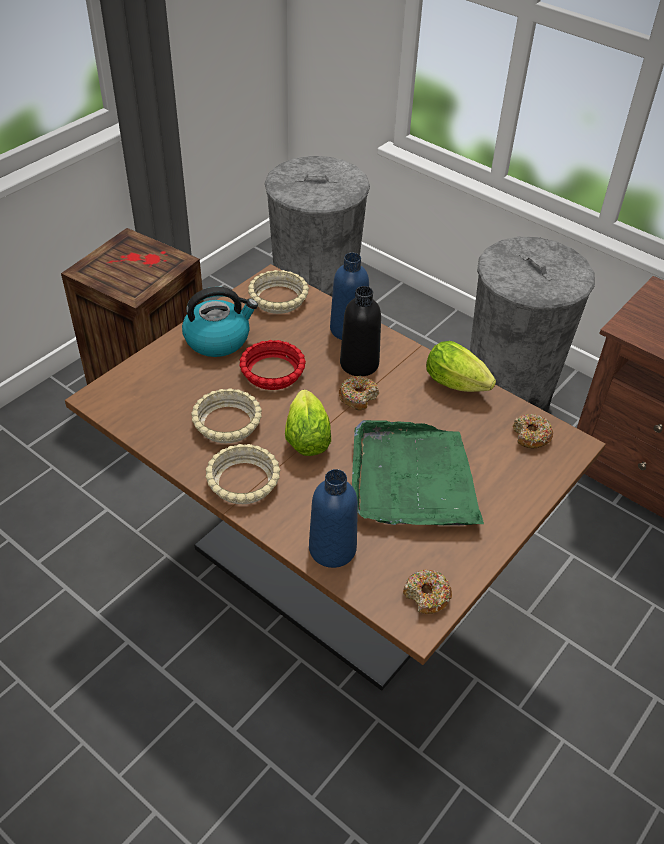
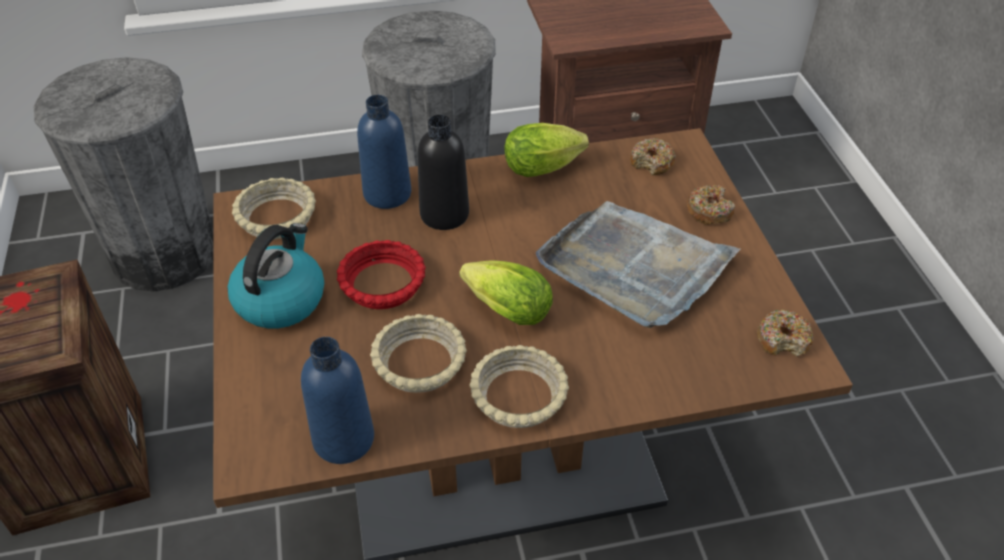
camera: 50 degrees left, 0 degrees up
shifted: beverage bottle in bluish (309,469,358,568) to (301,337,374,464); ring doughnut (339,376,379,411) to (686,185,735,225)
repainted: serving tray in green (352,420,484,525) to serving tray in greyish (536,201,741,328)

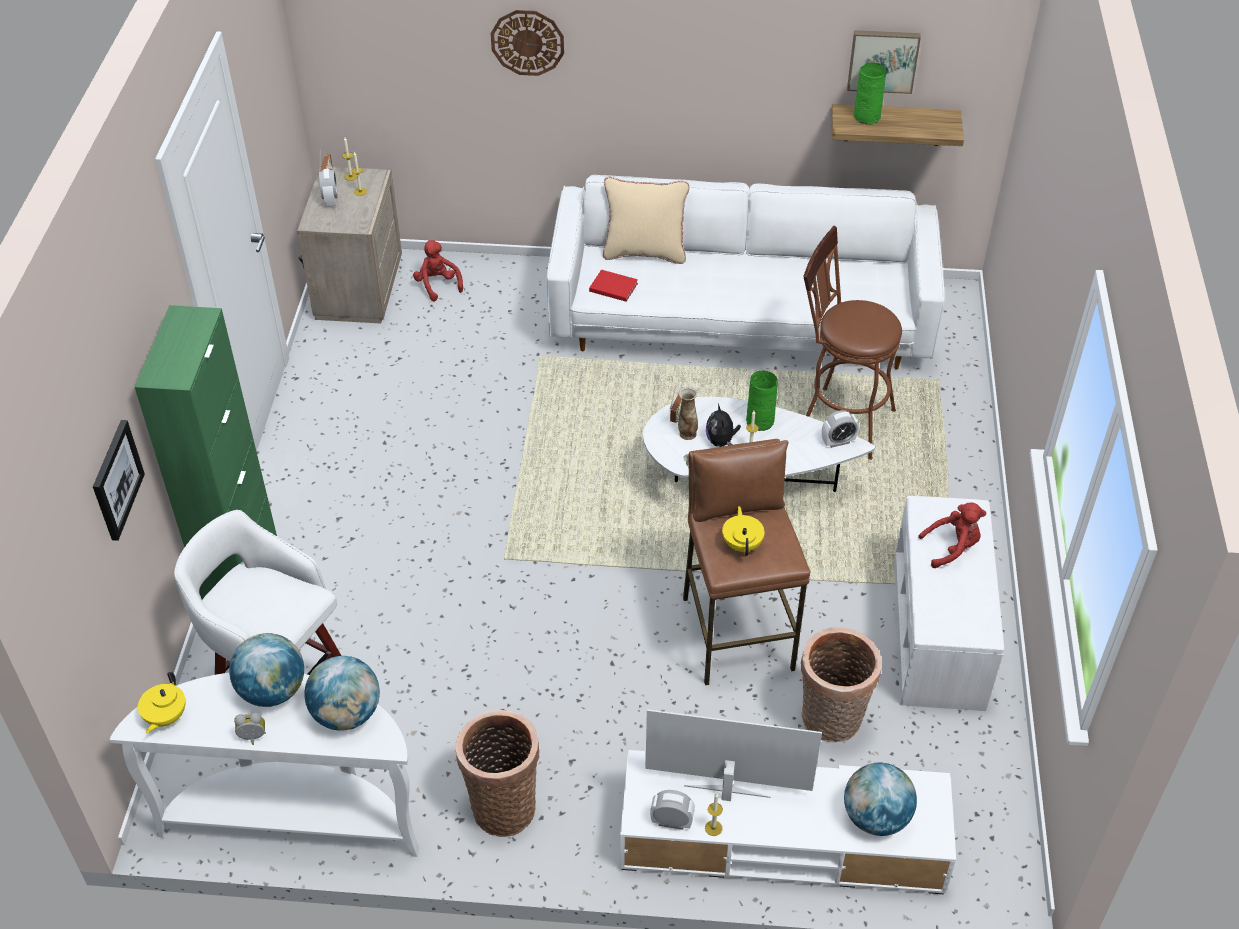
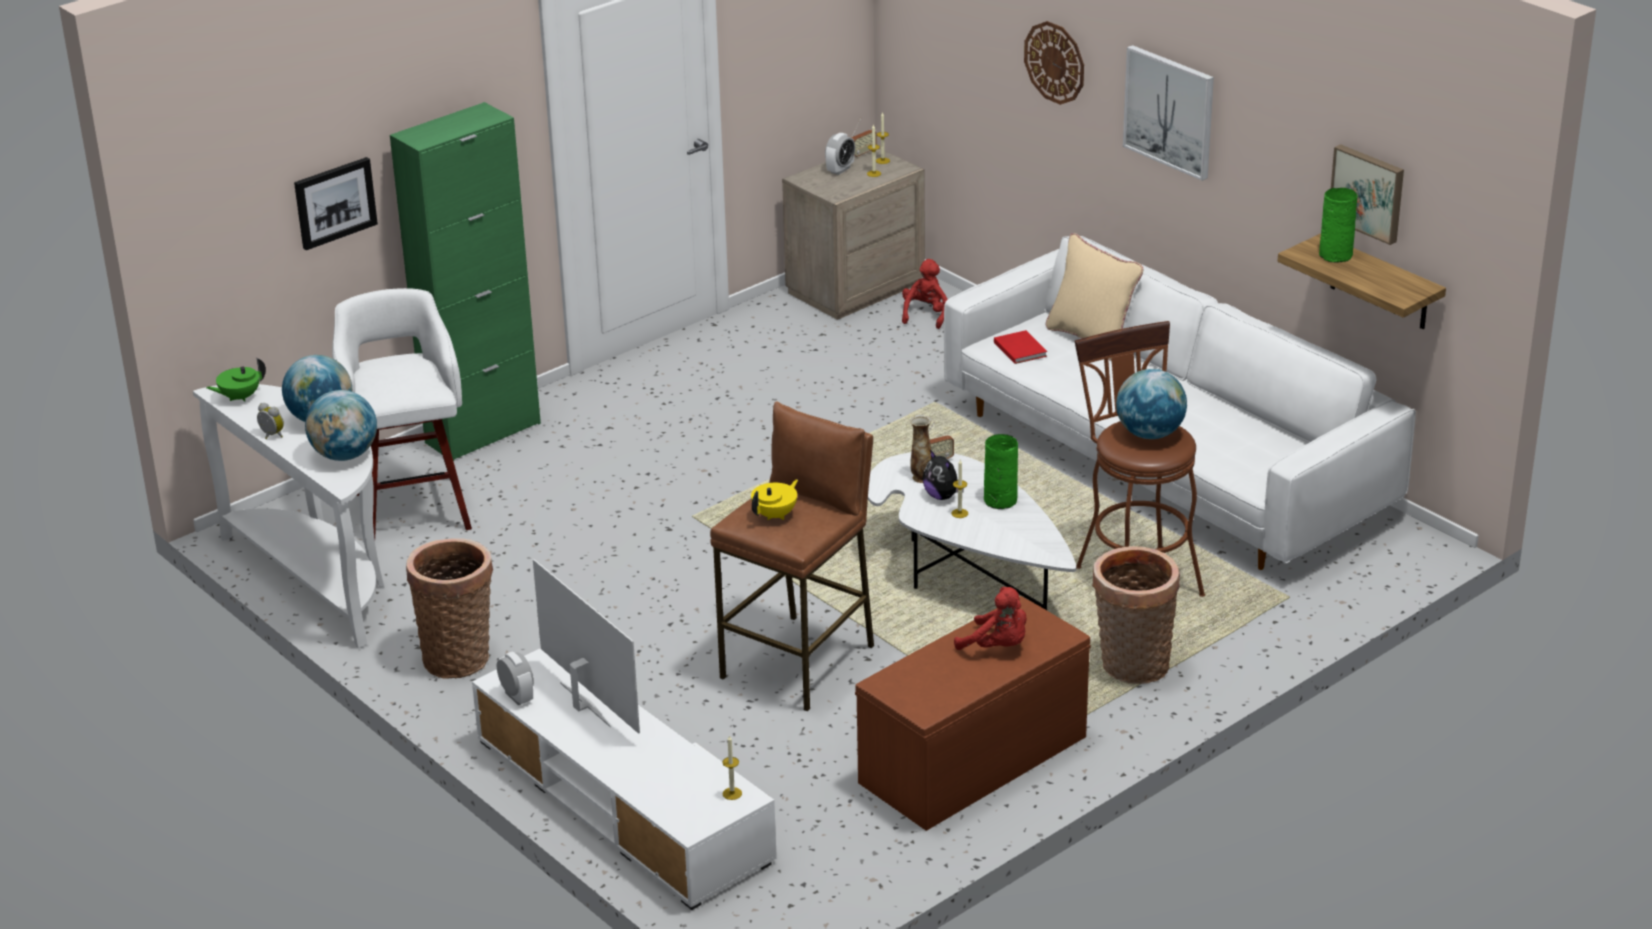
camera: 45 degrees right, 15 degrees down
gone: table clock (822,410,859,448)
new: wall art (1123,45,1214,181)
shifted: wax candle (705,793,723,836) to (722,735,742,800); basket (801,628,882,742) to (1092,546,1180,684); world globe (844,762,917,836) to (1116,369,1187,439)
repainted: teapot in yellowish (138,672,185,733) to teapot in green (206,358,266,402); indoor bench in white (894,496,1004,711) to indoor bench in brown-coloured (855,596,1091,831)
rotated: cuddly toy (706,404,741,447) = (923,450,964,500) 75 degrees counterclockwise

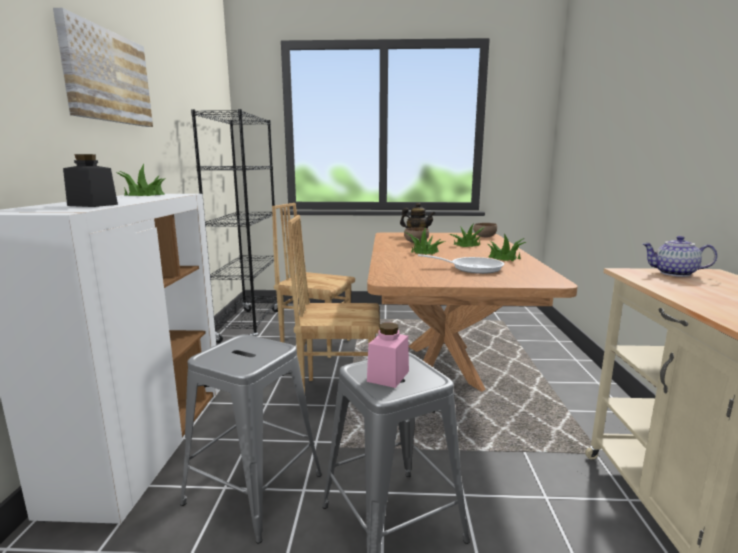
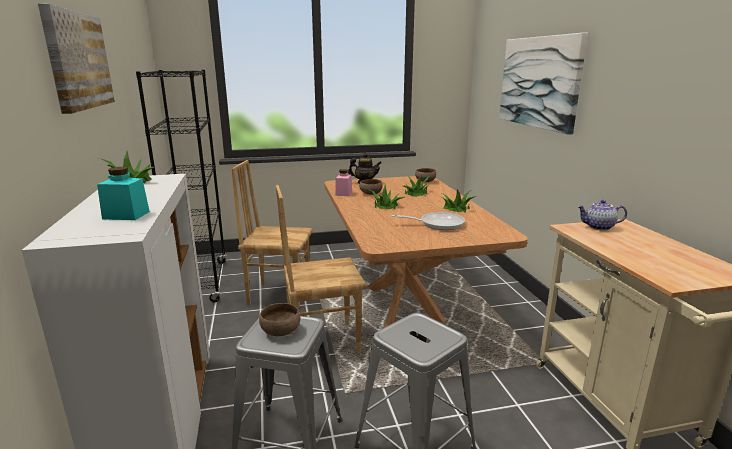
camera: 15 degrees left, 5 degrees up
new: serving bowl in brown-coloured (259,303,300,336); wall art (499,33,588,135)
shifted: preserve jar in pink-coloured (367,323,409,388) to (335,169,352,196)
repainted: preserve jar in blackish (63,154,118,207) to preserve jar in turquoise (97,167,150,220)

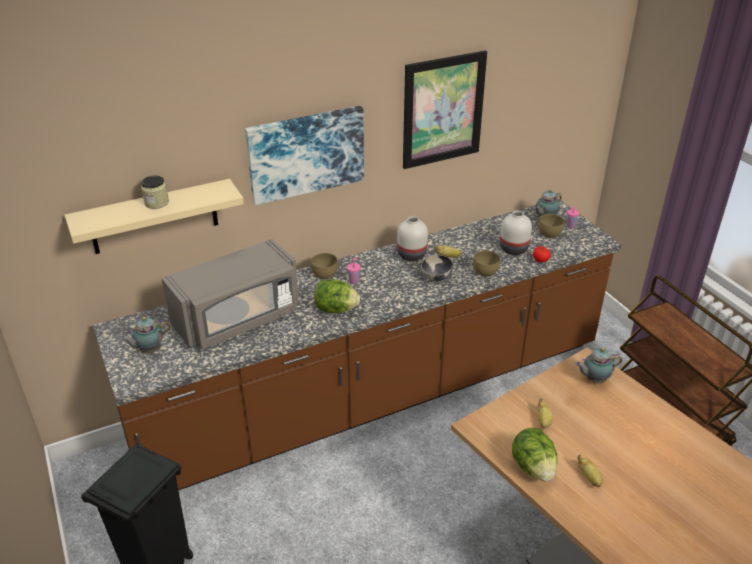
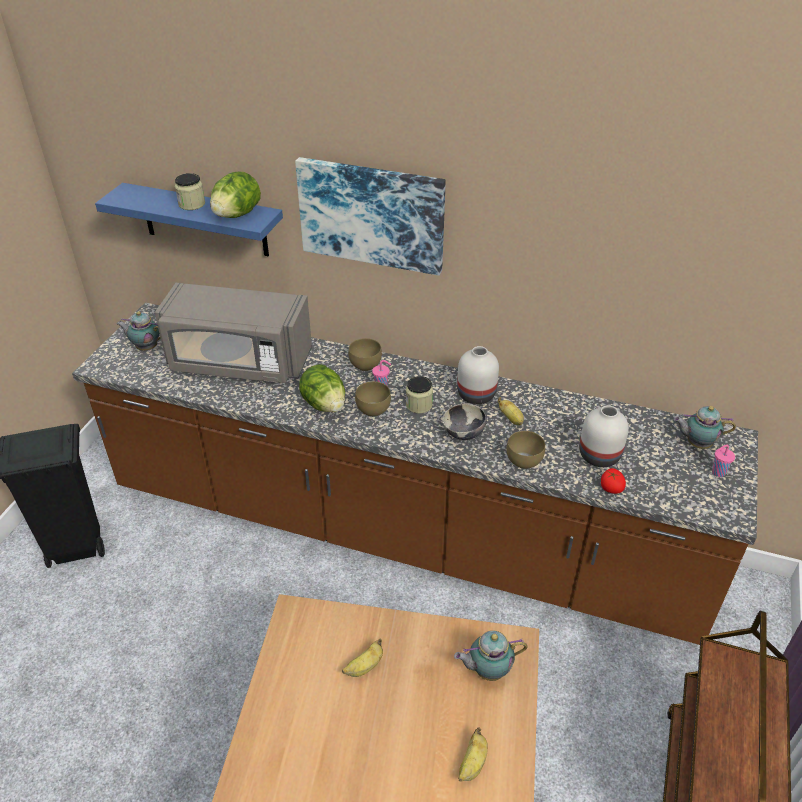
camera: 45 degrees right, 5 degrees up
gone: wall art (403,51,487,169)
new: preserve jar (406,376,433,413)
shifted: lettuce (512,428,558,481) to (210,172,261,218); serving bowl in brown-coloured (538,214,564,238) to (355,381,391,417); whole banana (578,455,603,487) to (458,727,488,782)
repainted: bracket shelf in beige-coloured (65,179,244,254) to bracket shelf in bluish (95,183,283,256)
rotated: teapot (575,348,622,384) = (454,630,527,681) 45 degrees counterclockwise

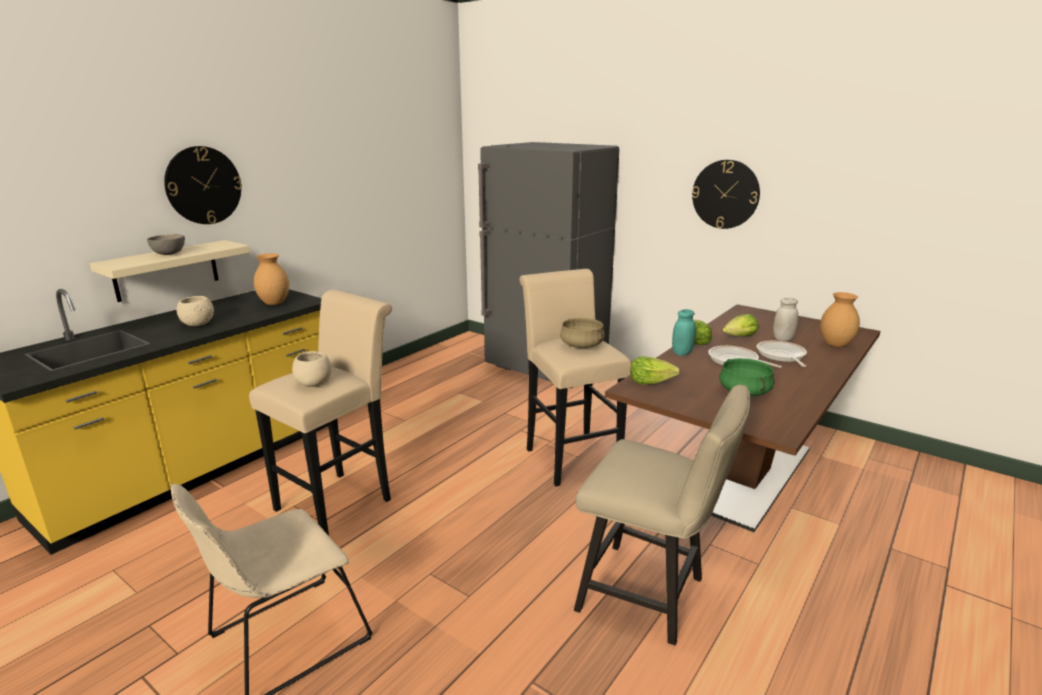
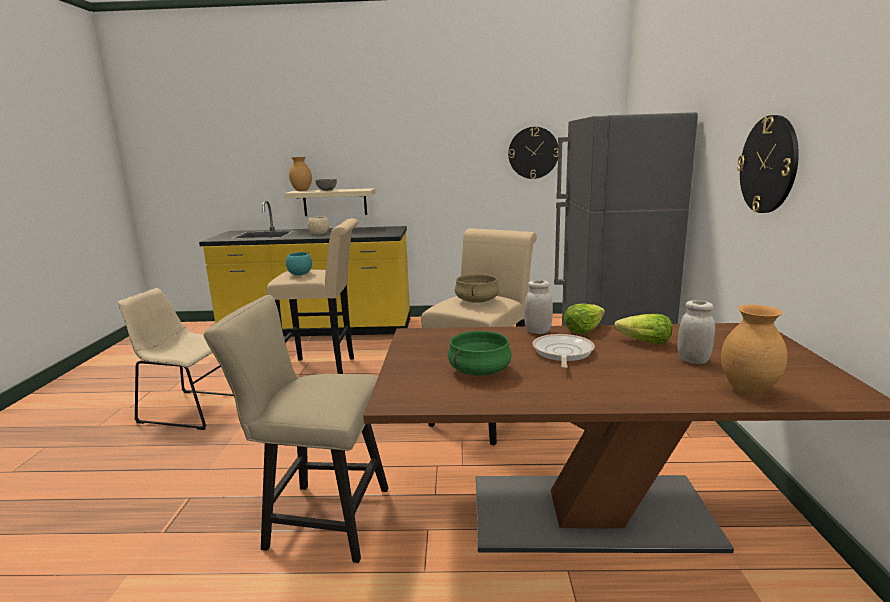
camera: 55 degrees right, 5 degrees down
gone: lettuce (630,356,680,385); frying pan (756,341,807,367)
shifted: vase in brown-coloured (254,253,289,305) to (289,157,312,191); wall clock (164,146,242,224) to (508,127,558,179)
repainted: serving bowl in beige-coloured (292,351,332,387) to serving bowl in turquoise (286,252,312,275); preserve jar in turquoise (672,309,696,356) to preserve jar in white (524,280,553,334)
rotated: upright chair in beige-coloured (574,385,750,645) = (204,295,388,563) 105 degrees clockwise

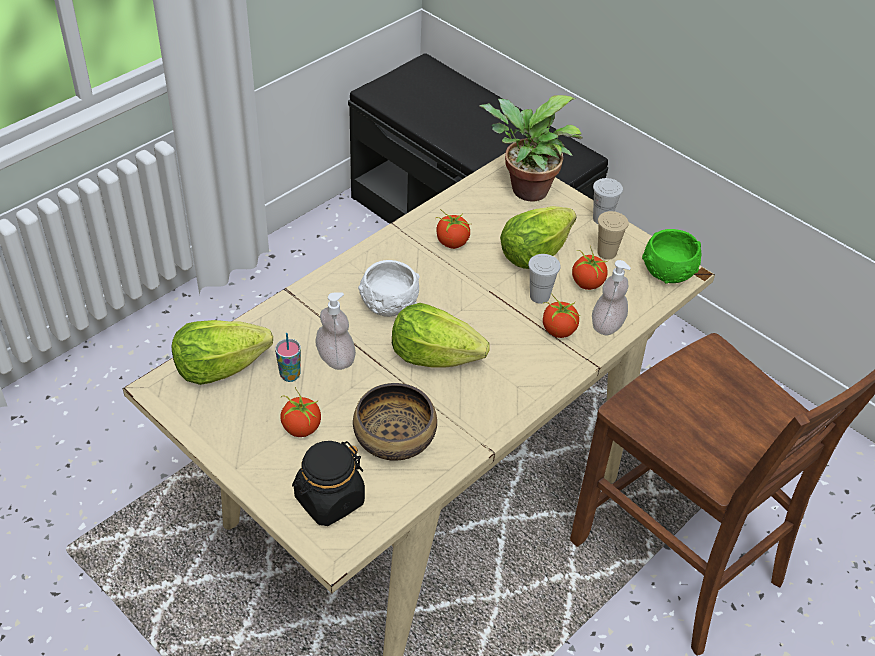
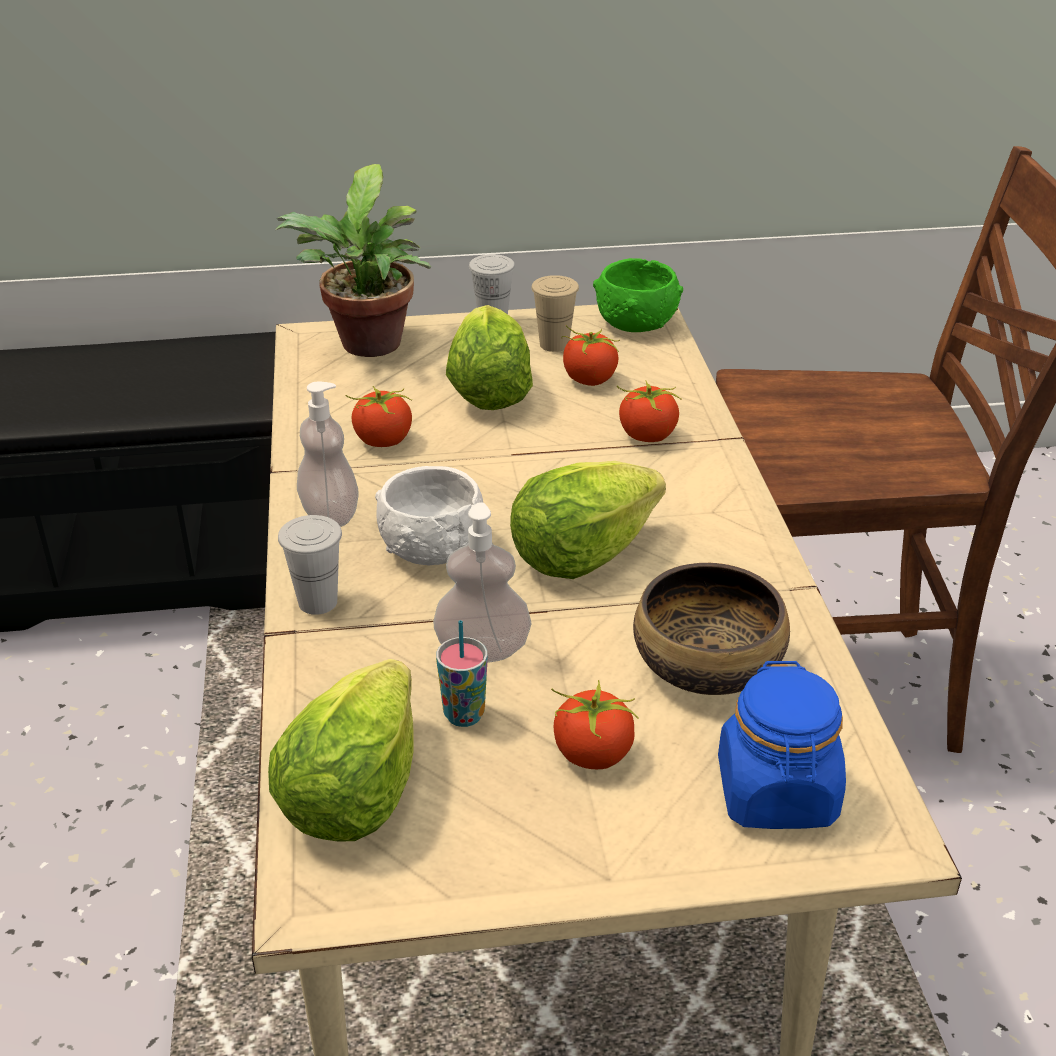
camera: 50 degrees left, 10 degrees down
shifted: cup in white (528,254,560,304) to (278,515,342,615); soap dispenser (592,260,631,335) to (297,382,359,527)
repainted: preserve jar in blackish (292,441,365,526) to preserve jar in bluish (718,661,846,829)

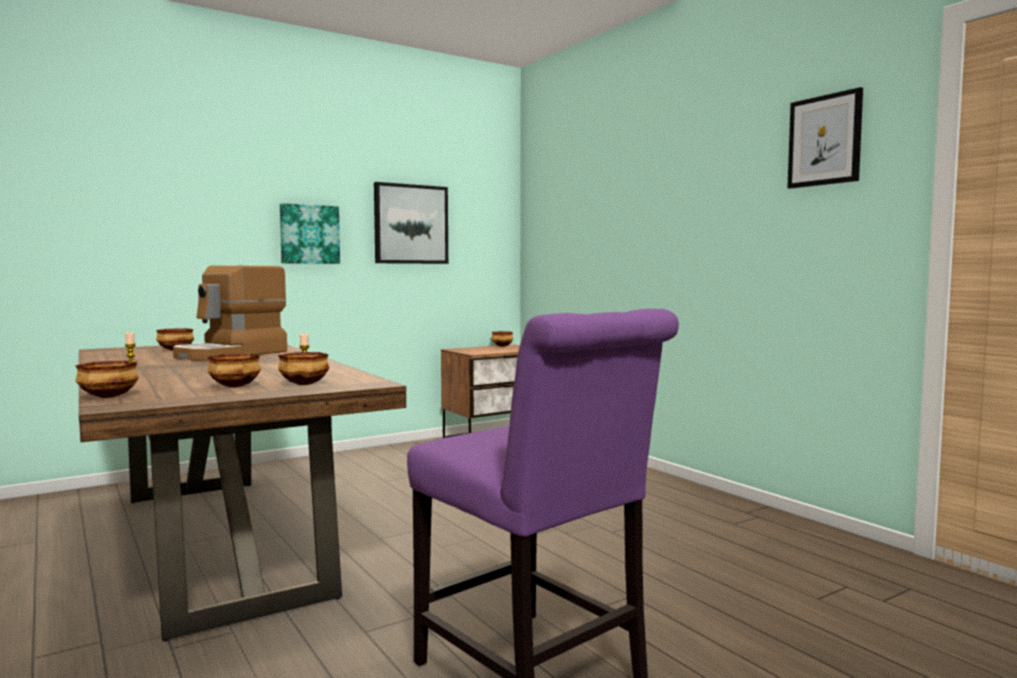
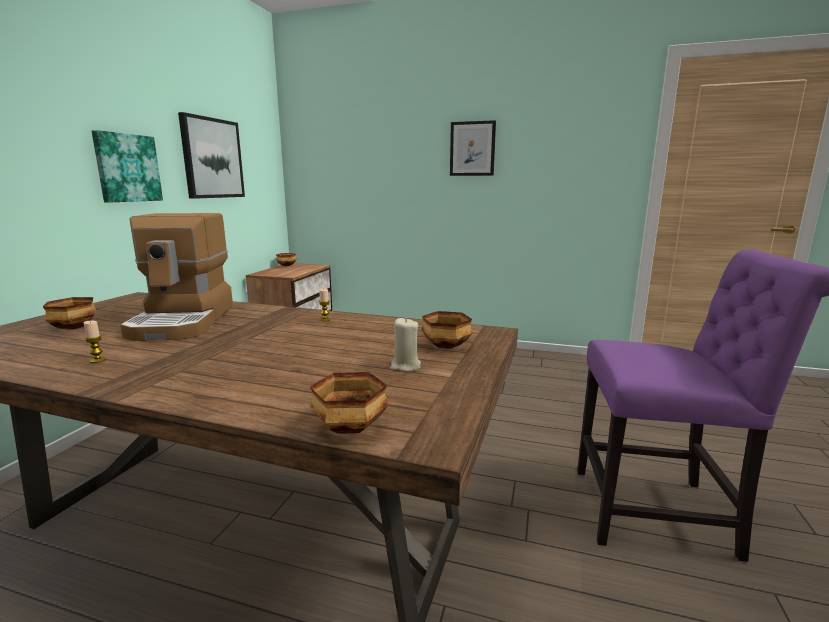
camera: 40 degrees left, 10 degrees up
shifted: wall art (787,87,863,189) to (450,120,496,176)
swapped: serving bowl (207,354,261,388) to wax candle in beige-coloured (390,317,421,372)

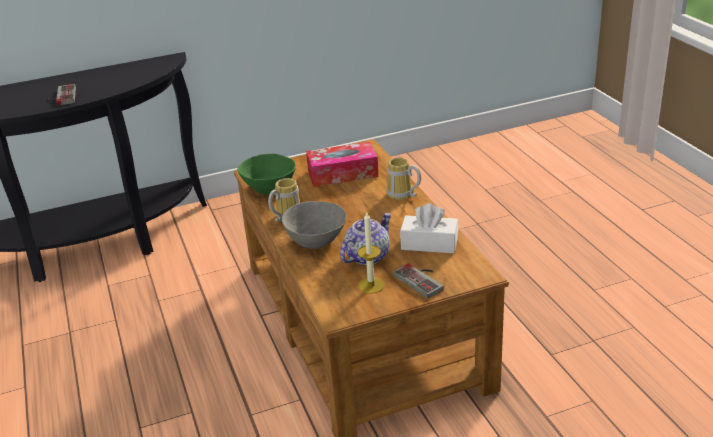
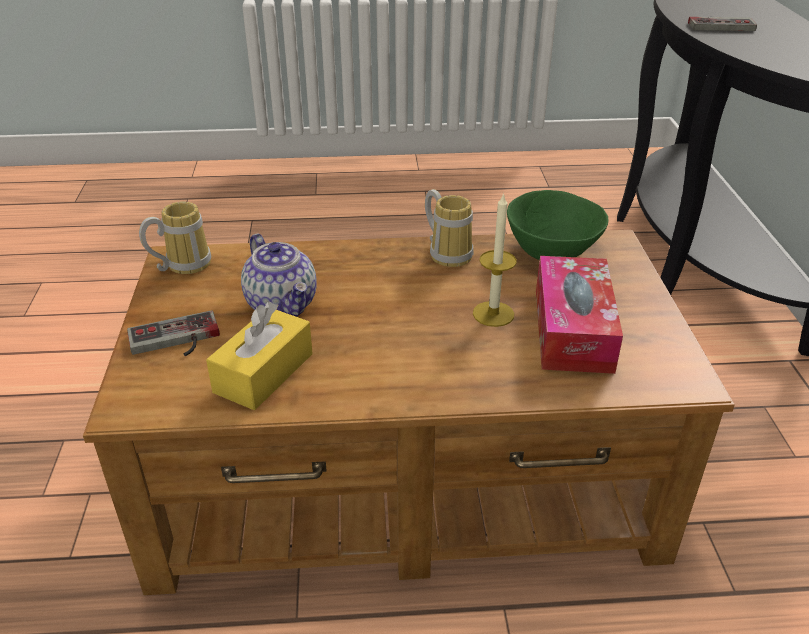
camera: 105 degrees right, 5 degrees up
gone: serving bowl in greyish (282,201,347,249)
shifted: coffee mug (386,157,421,200) to (139,202,211,274); wax candle (358,211,385,294) to (473,192,517,327)
repainted: tissue box in white (400,203,458,253) to tissue box in yellowish (206,302,313,410)

